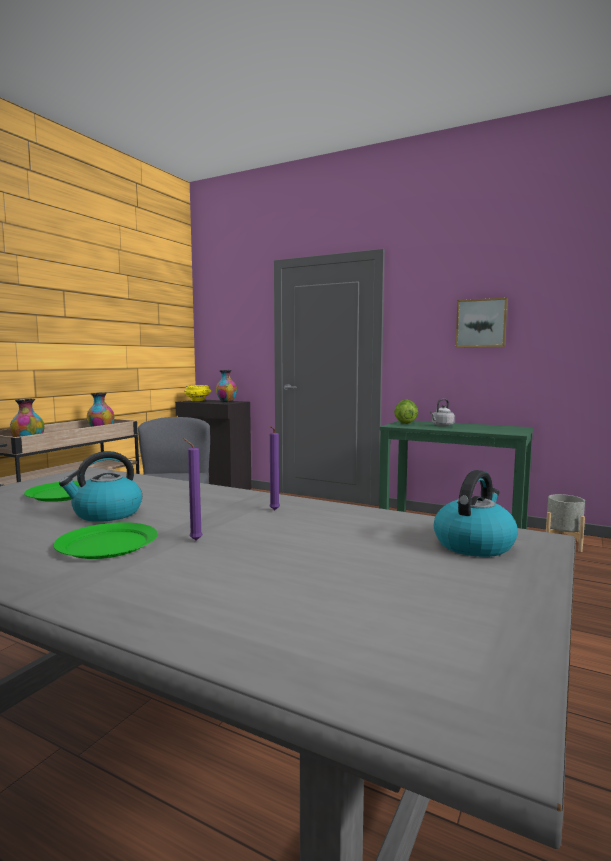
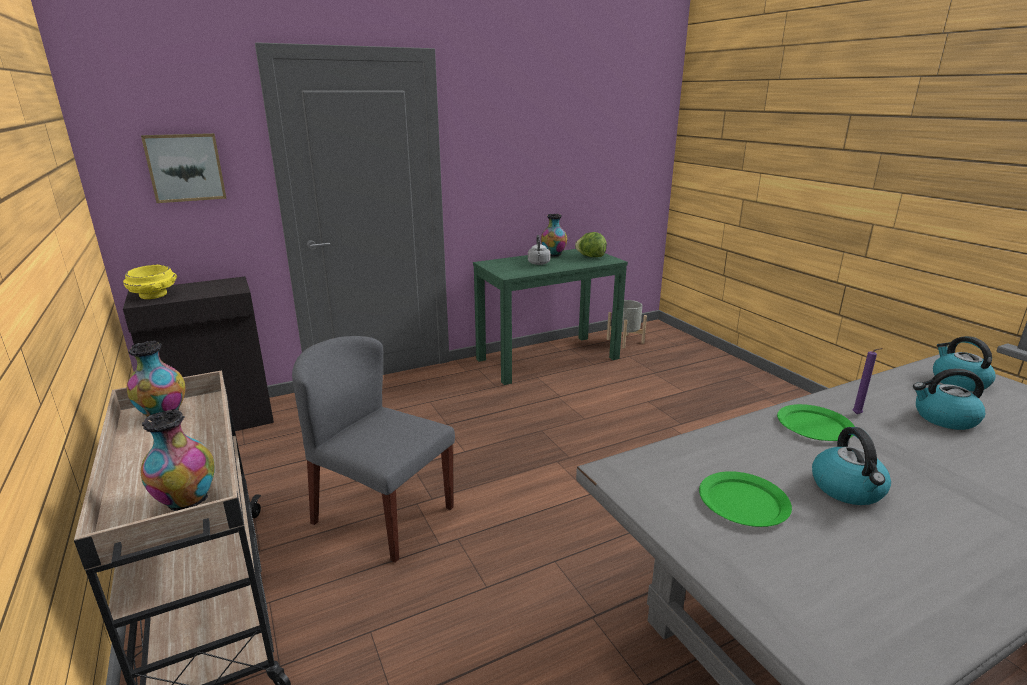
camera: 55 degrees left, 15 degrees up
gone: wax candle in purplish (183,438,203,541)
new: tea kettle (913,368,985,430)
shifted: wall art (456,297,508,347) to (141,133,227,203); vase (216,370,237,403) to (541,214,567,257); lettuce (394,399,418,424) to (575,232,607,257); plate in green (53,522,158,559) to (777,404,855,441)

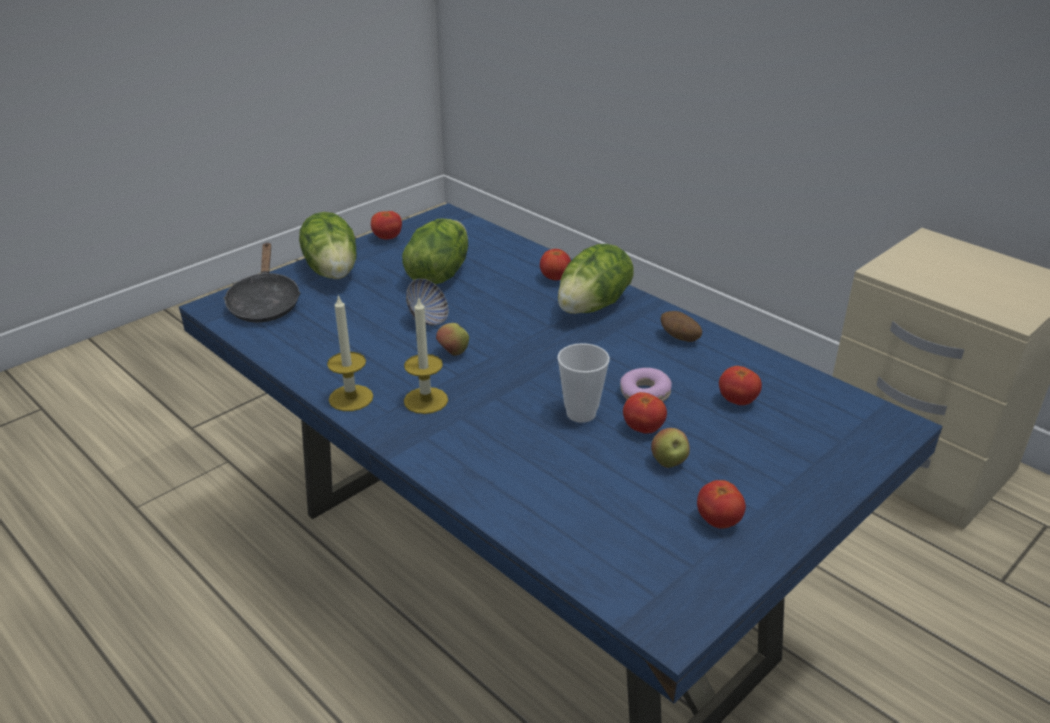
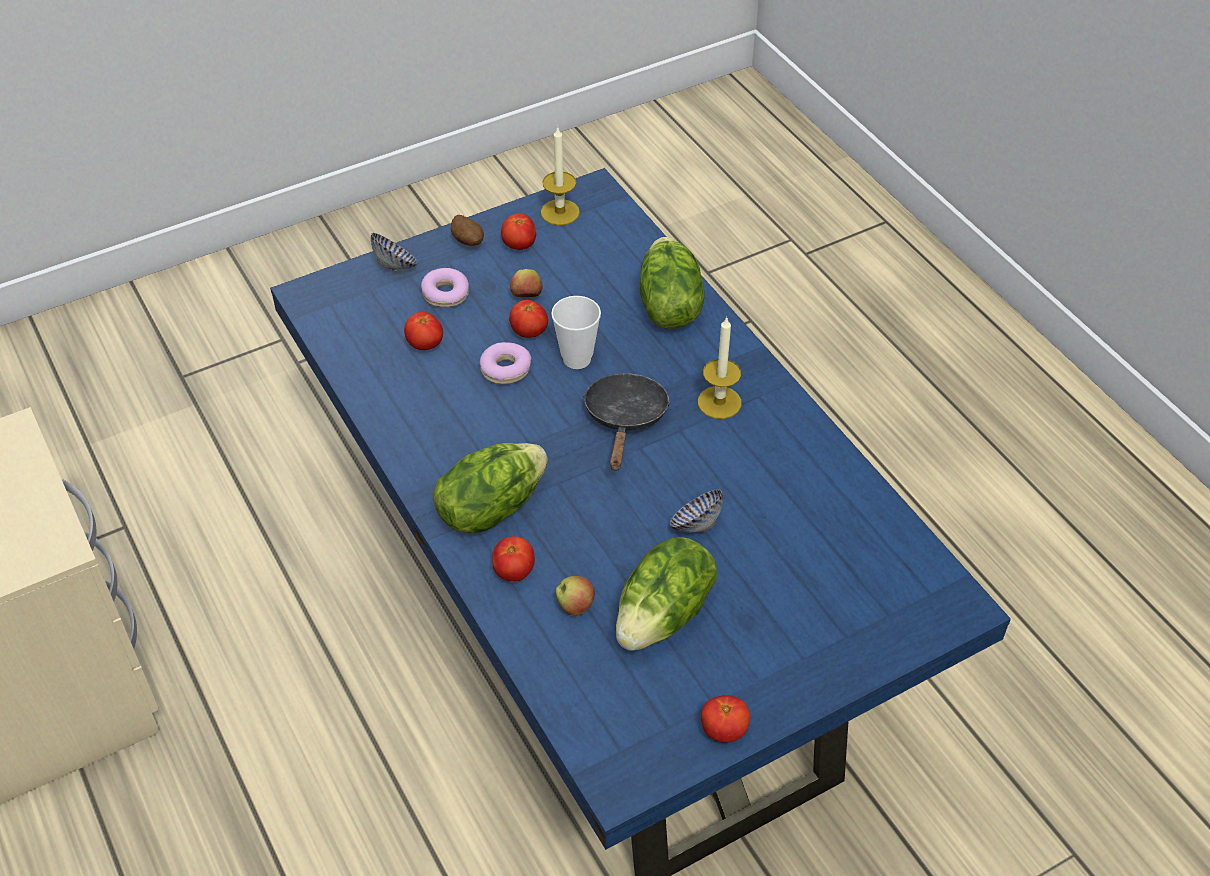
camera: 165 degrees left, 15 degrees up
new: serving bowl (371,233,418,272); ring doughnut (421,268,469,307)
shifted: spud (661,311,702,342) to (451,215,484,246); wax candle (327,294,373,411) to (541,126,580,225); apple fruit (436,323,469,356) to (555,576,595,616); frying pan in blackish (223,243,301,323) to (583,373,670,470); lettuce (299,212,356,279) to (639,237,705,329)

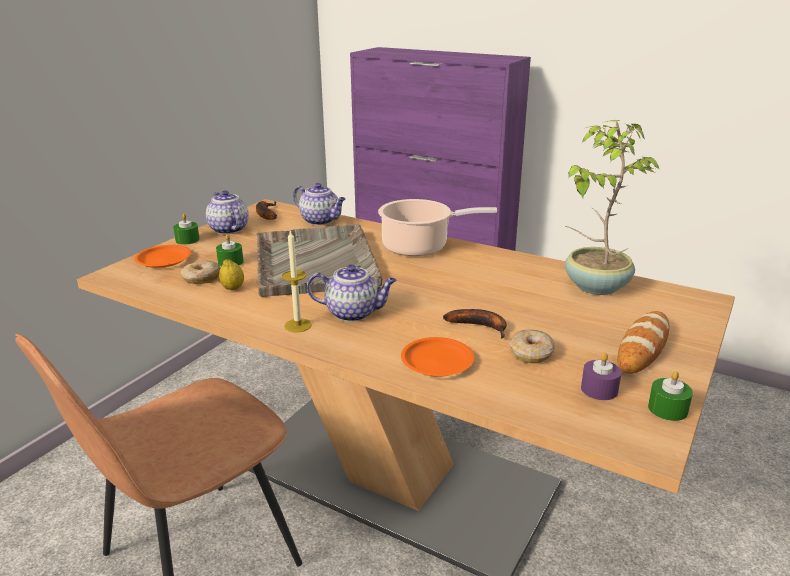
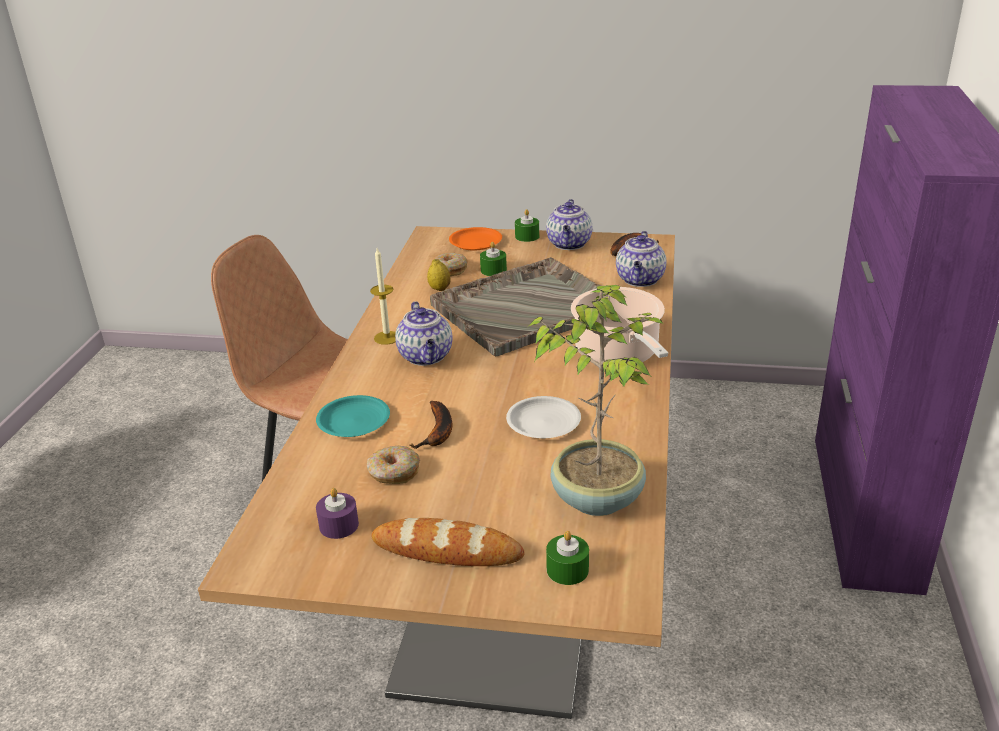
camera: 70 degrees right, 5 degrees up
new: plate in white (506,396,581,438)
shifted: wax candle in green (648,371,693,421) to (546,531,589,585)
repainted: plate in orange-coloured (401,337,474,377) to plate in turquoise (316,395,390,437)
rotated: teapot (206,191,249,235) = (546,199,592,250) 150 degrees clockwise

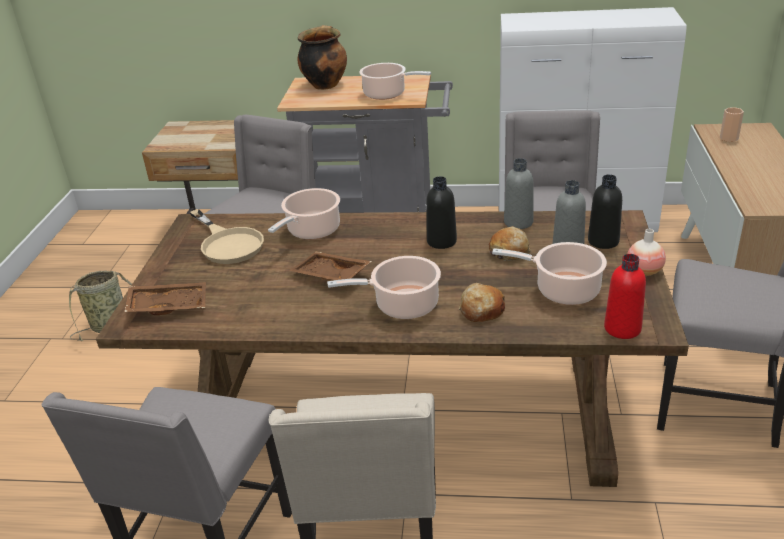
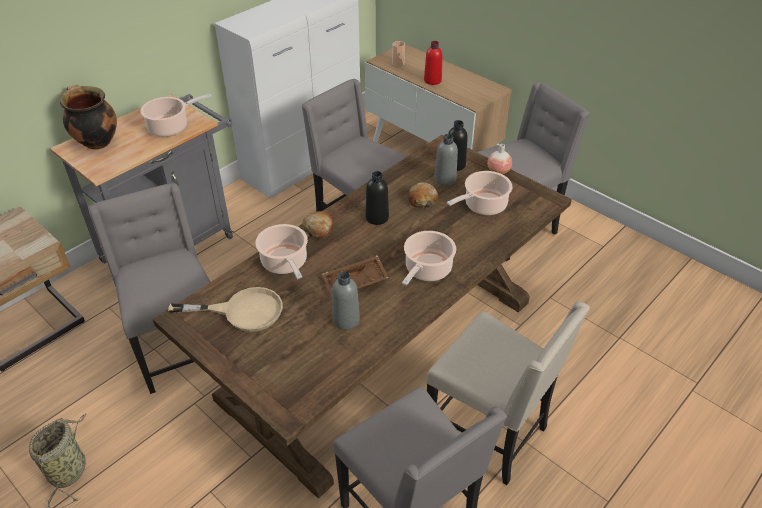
camera: 55 degrees left, 10 degrees up
gone: serving tray in brown-coloured (124,282,206,315)
shifted: baked bread (459,283,505,322) to (302,211,334,239); beverage bottle in greyish (504,158,534,229) to (332,271,360,330); beverage bottle in reddish (604,254,646,339) to (424,41,442,85)

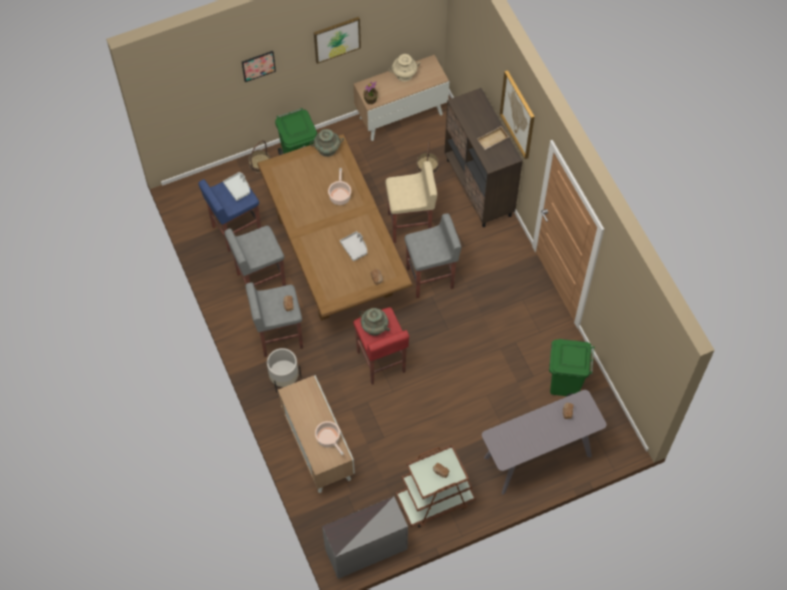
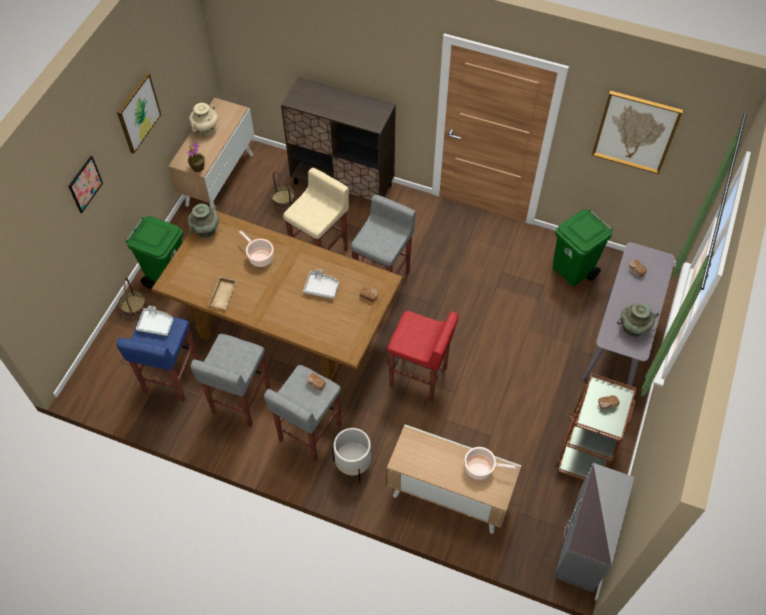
camera: 45 degrees left, 5 degrees down
shifted: serving tray in beige-coloured (477,126,509,150) to (208,277,237,309); wall art (500,70,535,159) to (592,91,683,174); vase in turquoise (359,308,390,336) to (617,302,659,337)

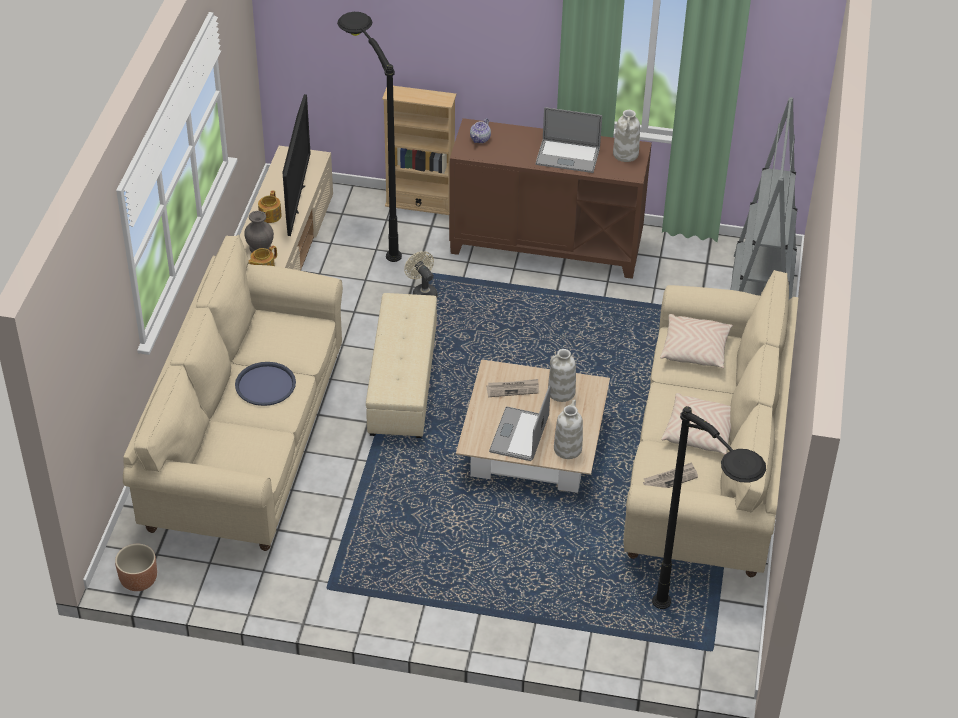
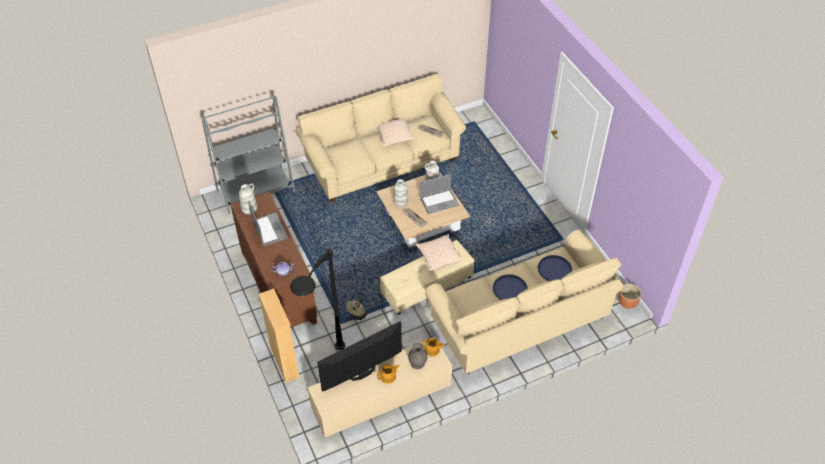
camera: 125 degrees left, 5 degrees up
gone: floor lamp in blackish (652,406,766,609)
new: serving tray in bluish (537,255,572,281)
shifted: throw pillow in beige-coloured (660,314,733,368) to (416,234,463,272)

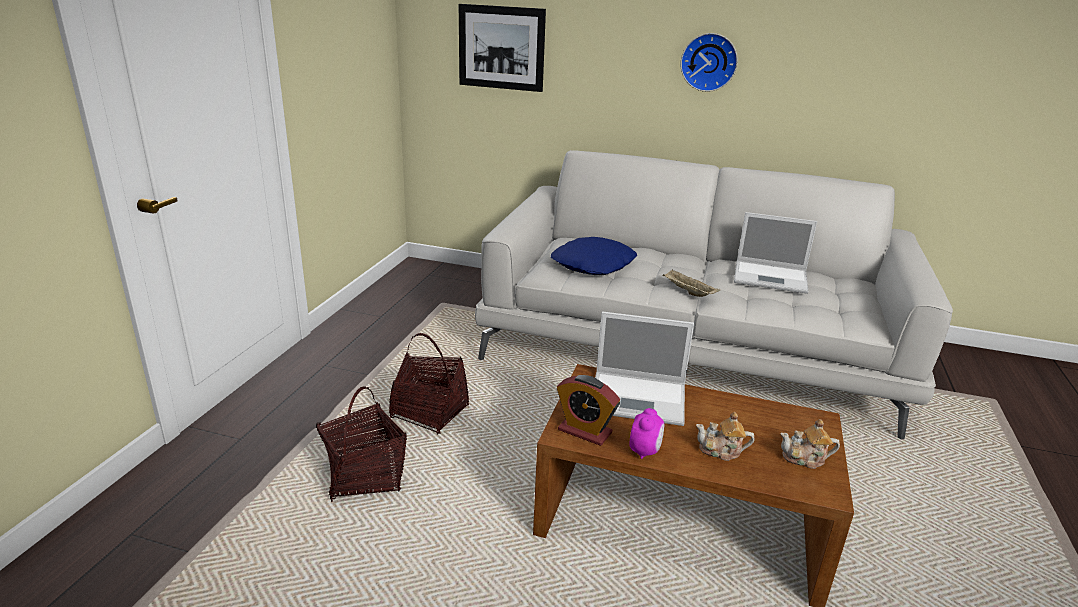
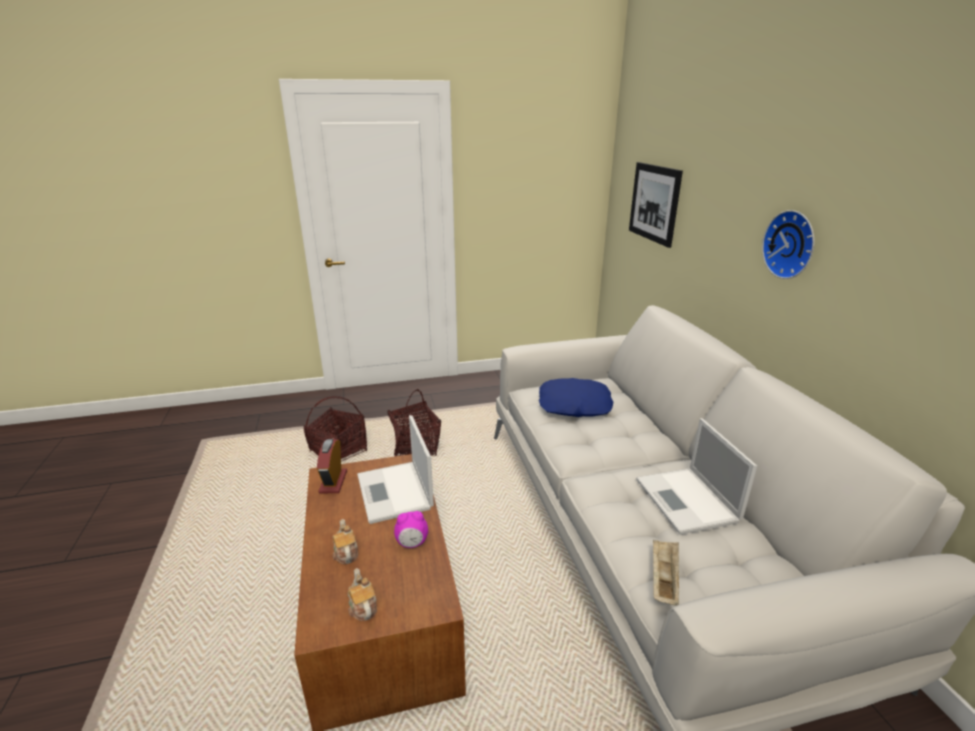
camera: 60 degrees right, 0 degrees up
shifted: table clock (630,408,664,459) to (394,511,428,548); serving tray in beige-coloured (663,269,720,297) to (653,540,679,606)

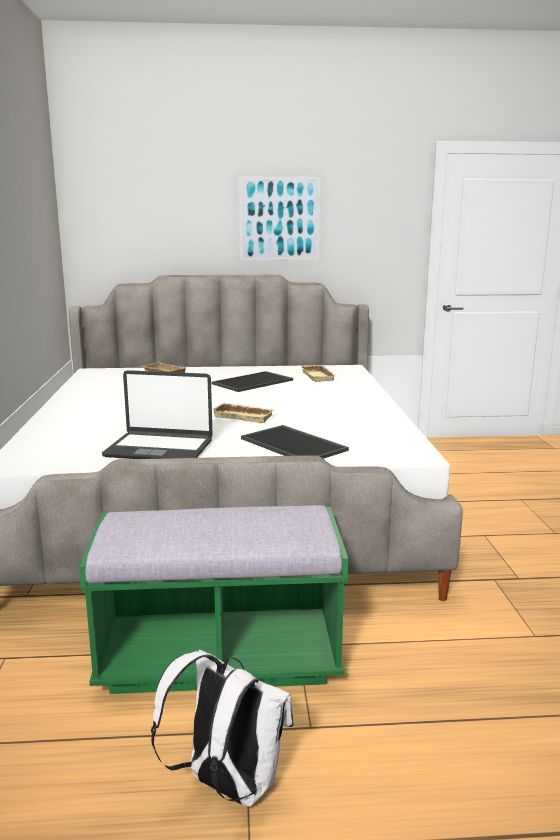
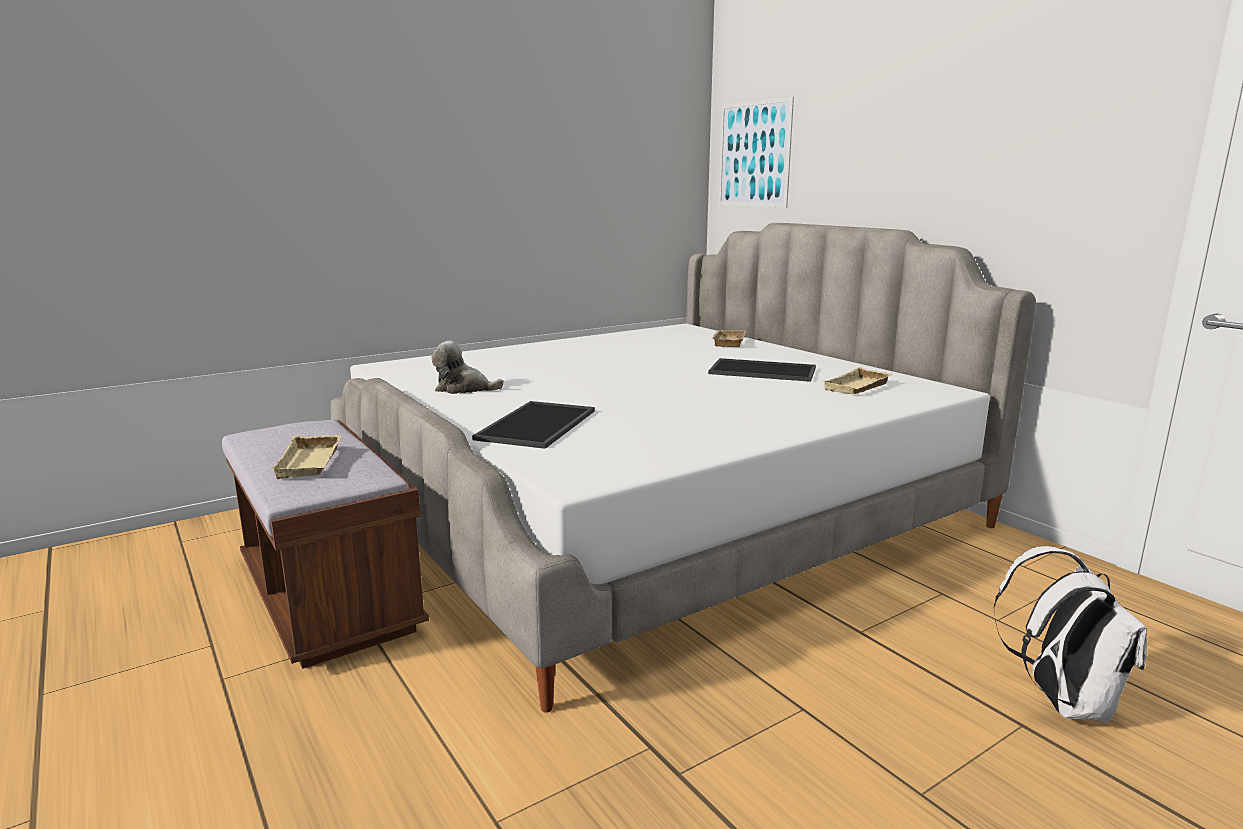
camera: 60 degrees right, 0 degrees up
shifted: serving tray in beige-coloured (212,403,275,423) to (271,435,342,479); wall art (239,177,321,261) to (718,97,794,208); knapsack in white (151,649,294,807) to (993,546,1147,722)
swapped: notebook computer (102,370,213,459) to cuddly toy (432,341,504,394)
repainted: indoor bench in green (79,505,348,694) to indoor bench in brown-coloured (222,420,429,669)

